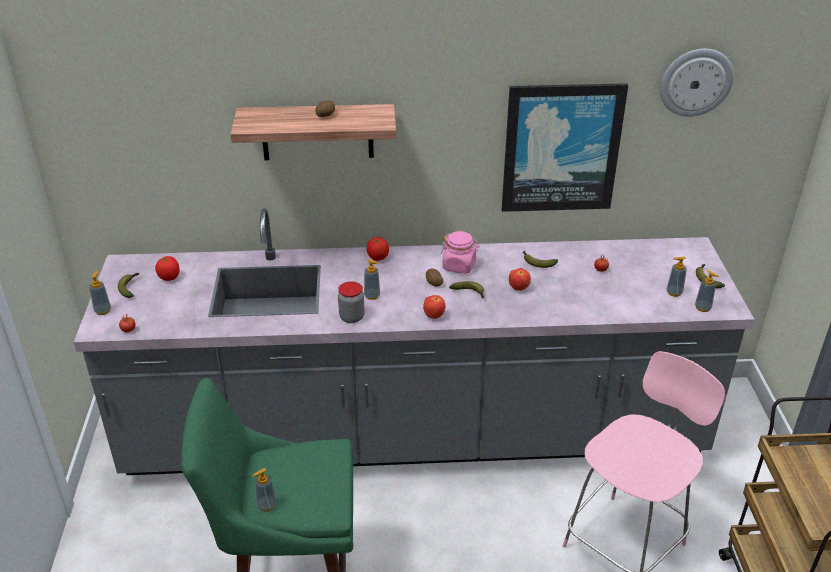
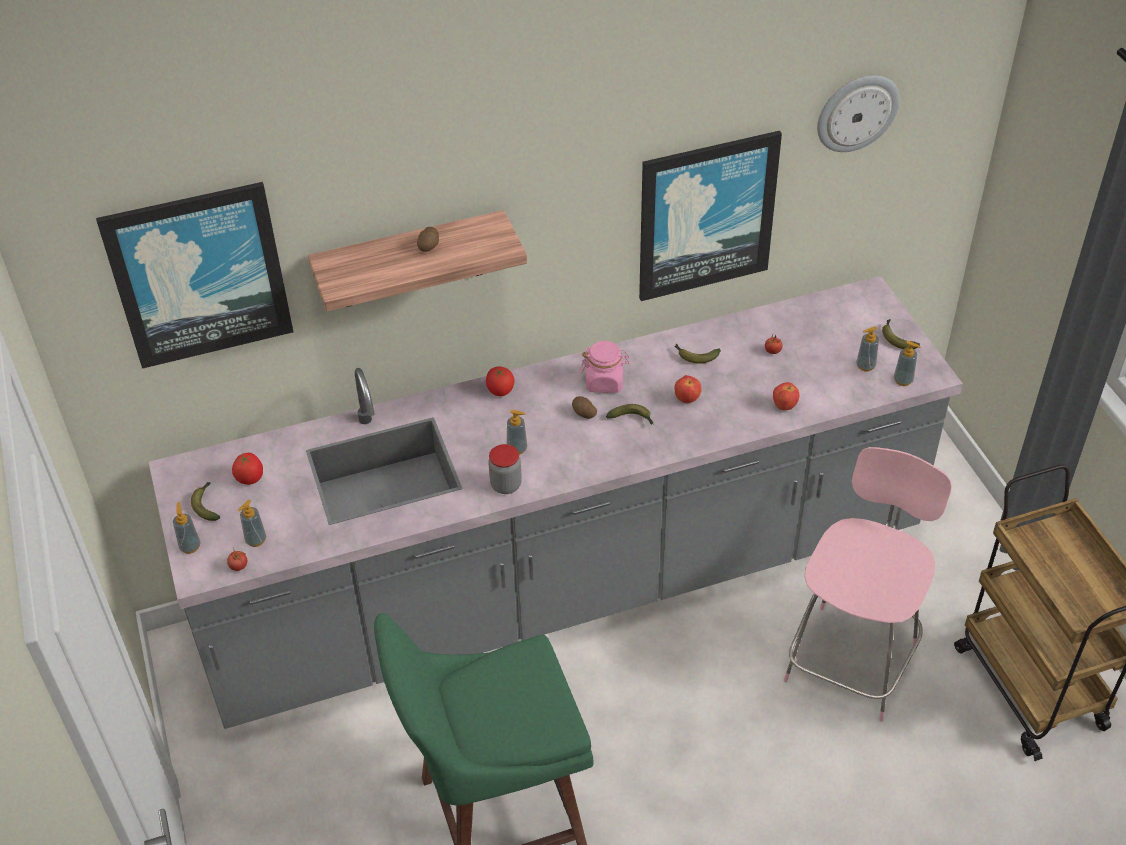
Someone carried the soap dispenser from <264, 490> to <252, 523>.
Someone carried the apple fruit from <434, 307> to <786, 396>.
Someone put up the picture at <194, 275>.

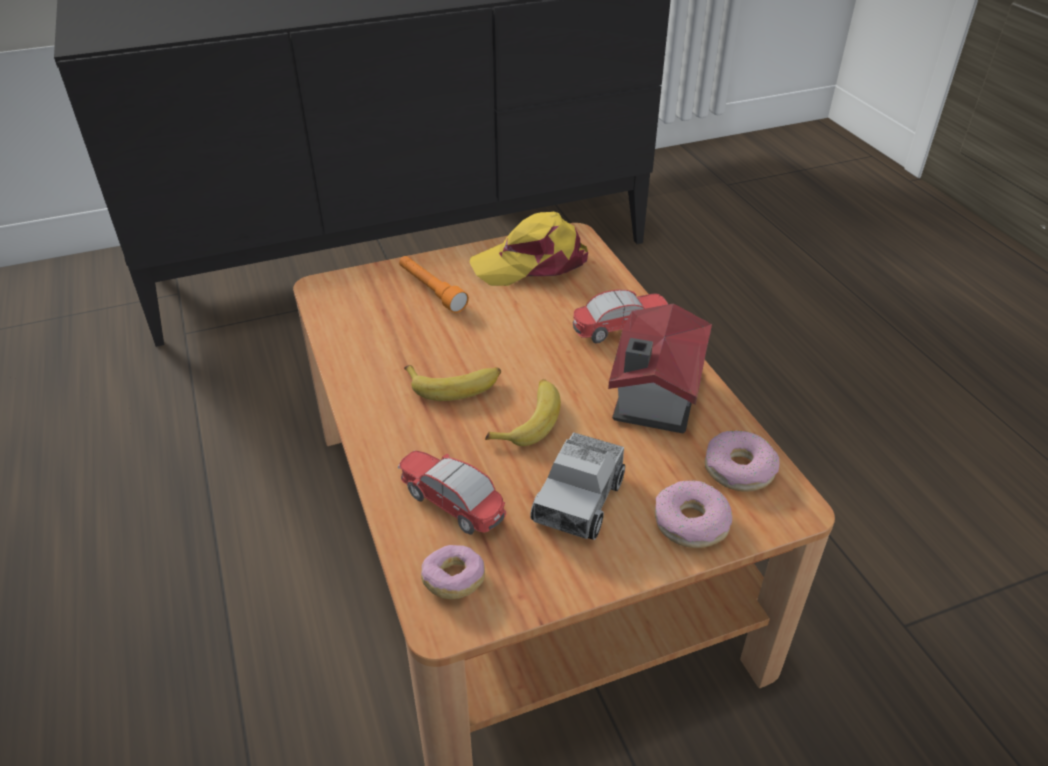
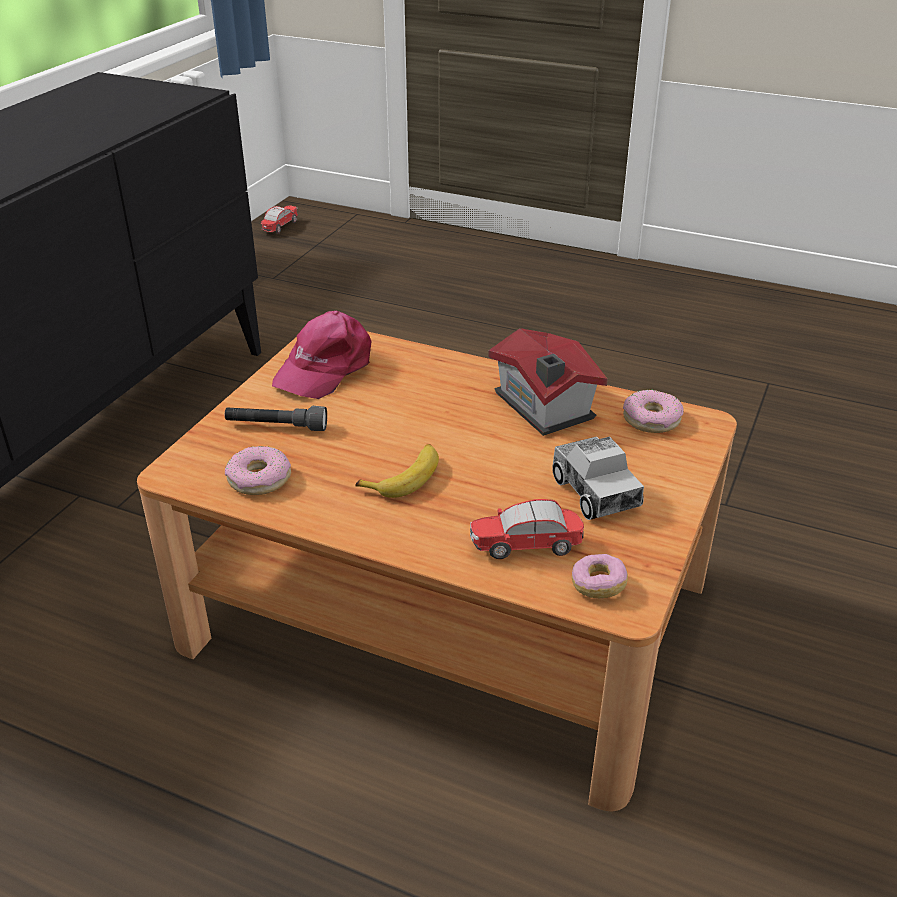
Someone repainted the orangey hand torch at <434, 284>, which became the greyish hand torch at <276, 418>.
Someone repainted the yellow peaked cap at <528, 249>, which became the pink-coloured peaked cap at <321, 355>.
Someone took away the whole banana at <523, 412>.
Someone carried the miniature car from <620, 316> to <279, 219>.
Someone carried the doughnut from <693, 514> to <258, 470>.

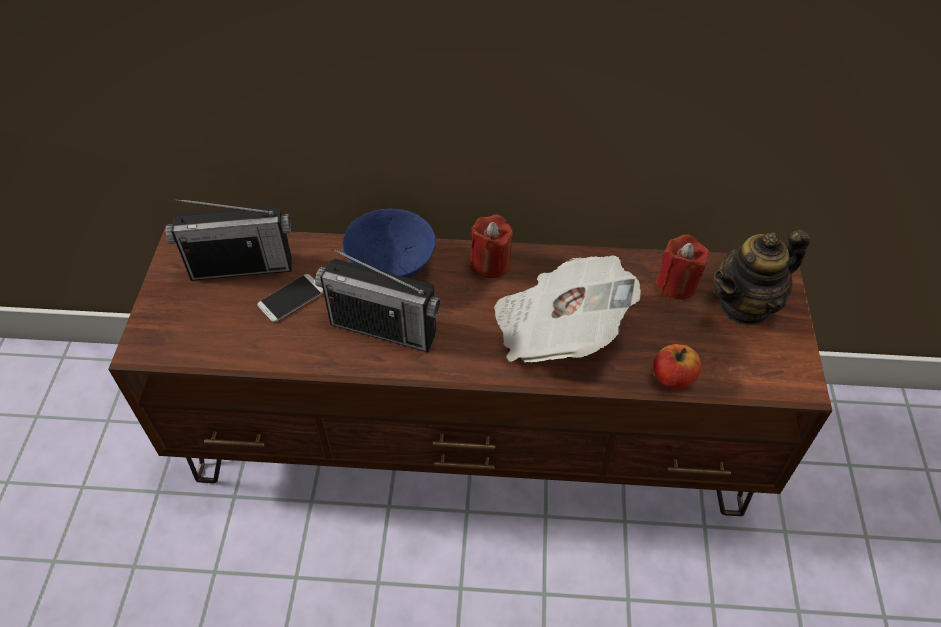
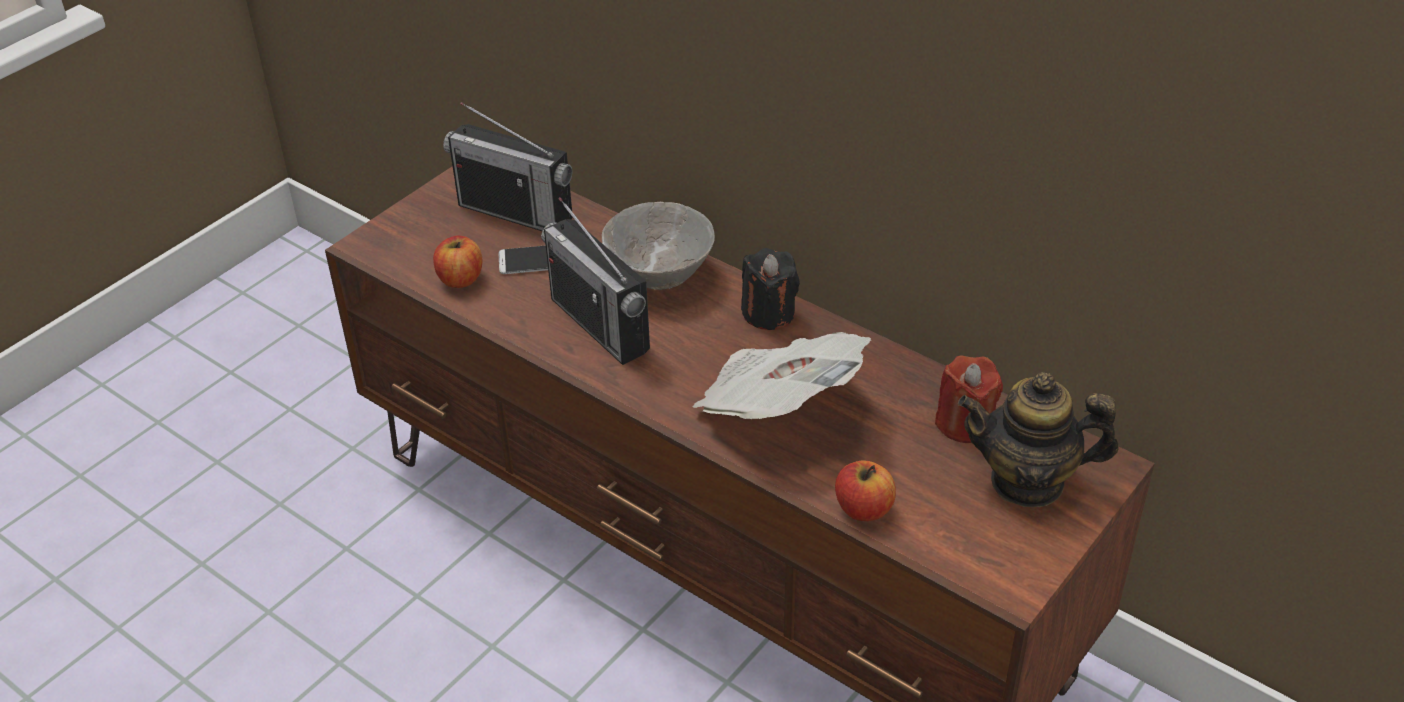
Someone repainted the blue-coloured serving bowl at <389, 243>, which became the greyish serving bowl at <658, 246>.
Someone repainted the reddish candle at <492, 246>, which became the black candle at <770, 289>.
Someone put down the apple fruit at <457, 262>.

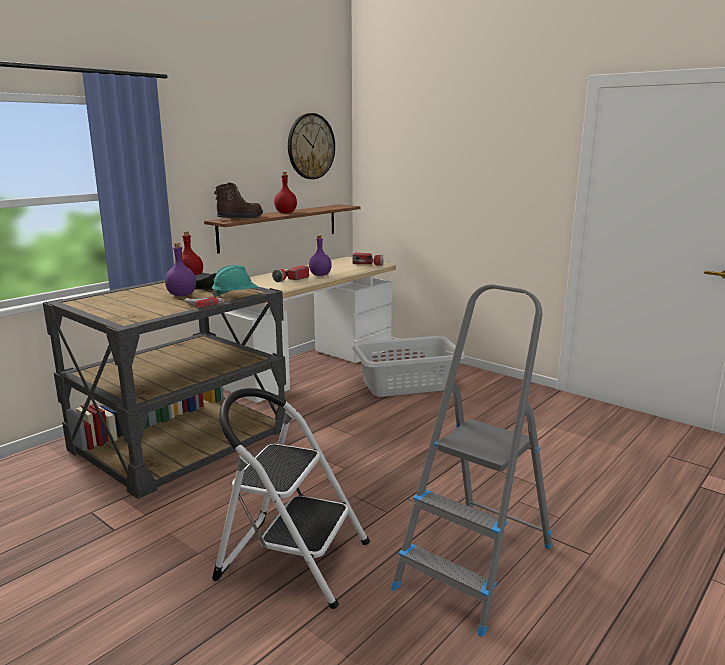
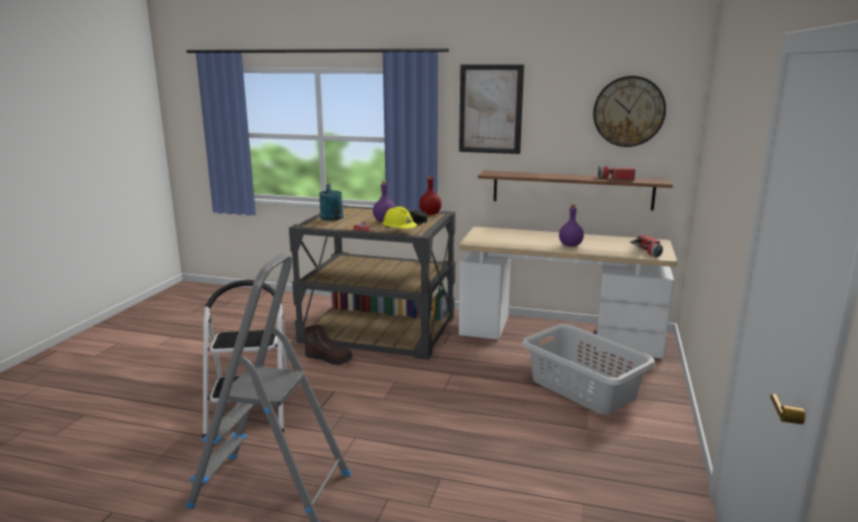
Someone repainted the turquoise hard hat at <234, 281>, which became the yellow hard hat at <400, 217>.
Someone carried the brown boot from <238, 200> to <328, 345>.
Someone carried the hand torch from <290, 273> to <616, 173>.
Someone took away the reddish bottle at <285, 192>.
Someone put down the turquoise watering pot at <331, 202>.
Someone put up the picture at <491, 109>.

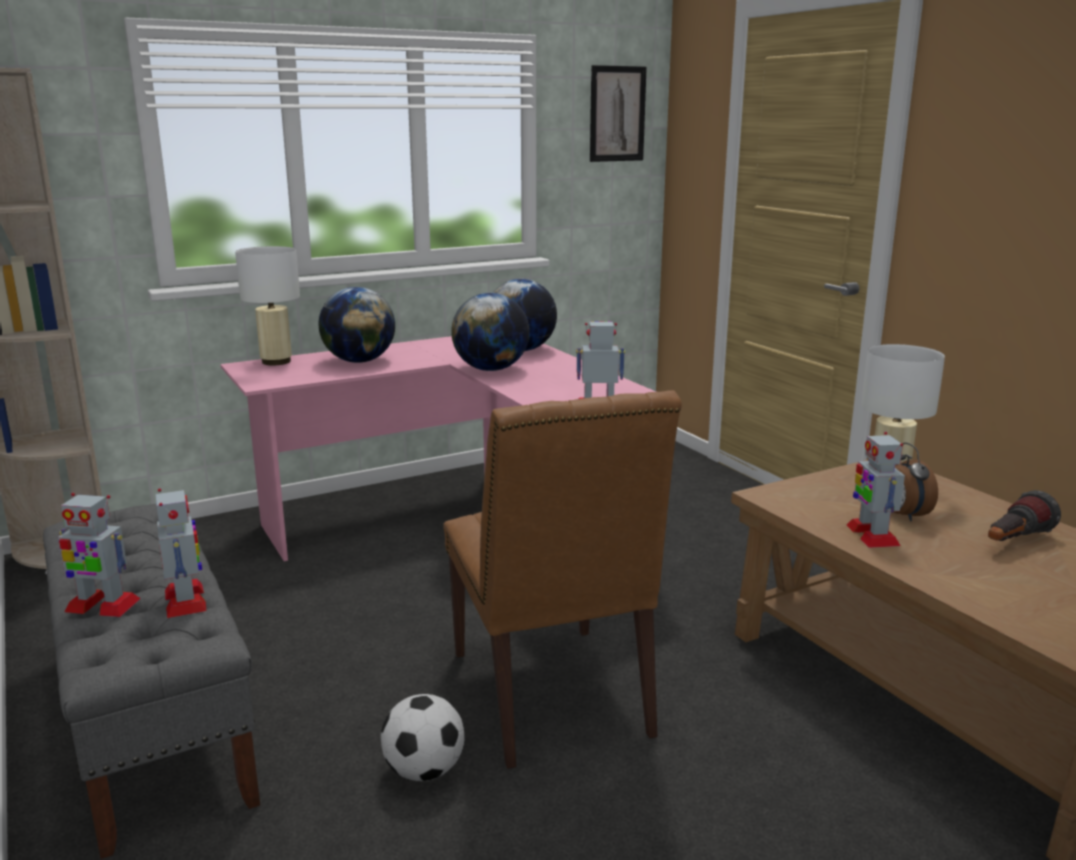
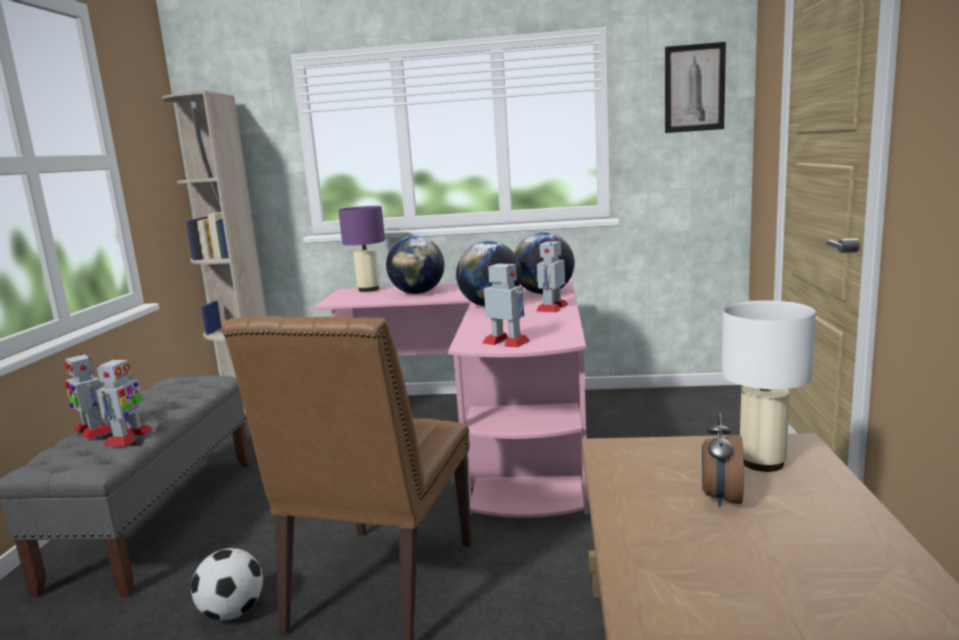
Someone repainted the white-coloured table lamp at <267, 305>, which became the purple table lamp at <362, 249>.
Someone carried the model robot from <875, 490> to <552, 276>.
Someone took away the hand torch at <1024, 515>.

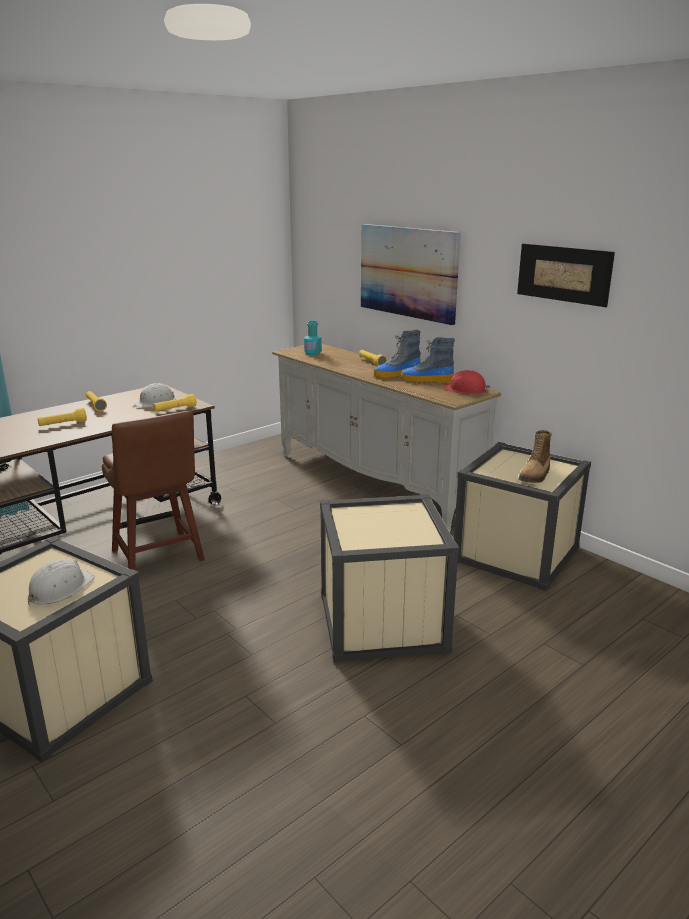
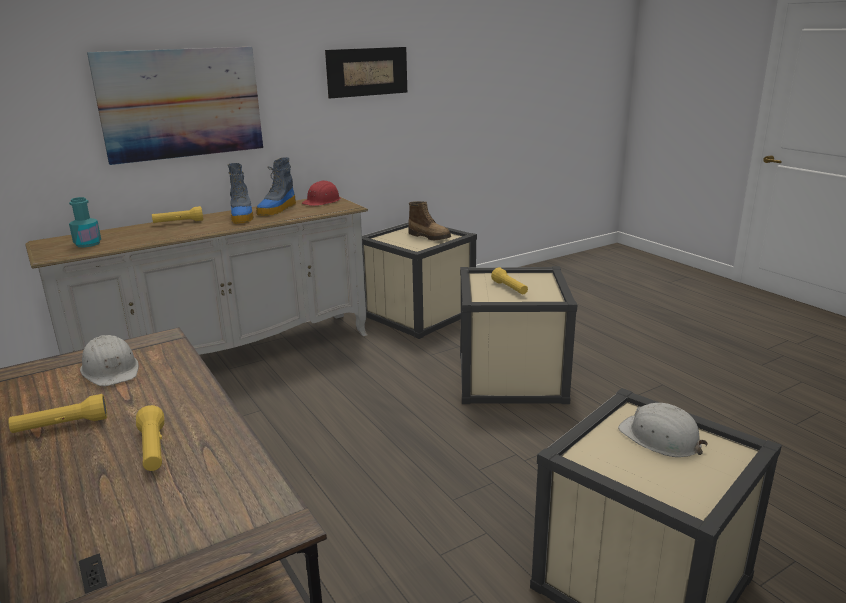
Someone took away the brown upright chair at <153, 490>.
Someone carried the yellow hand torch from <175, 402> to <509, 281>.

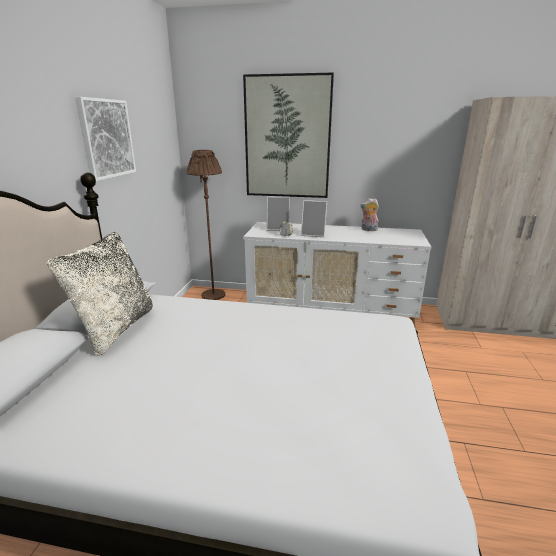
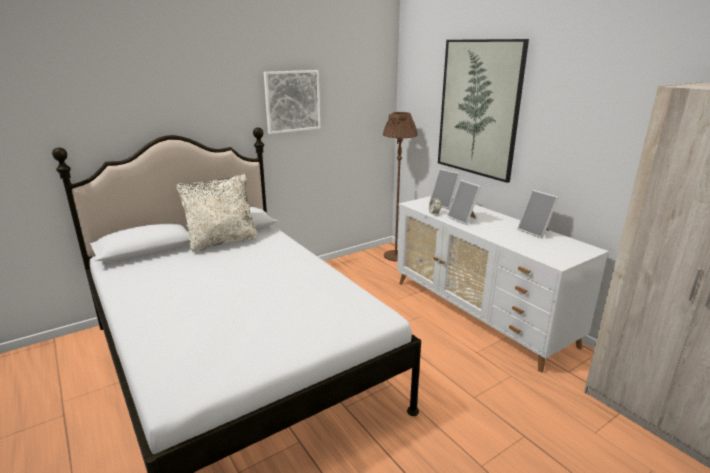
Someone swapped the plush toy at <369, 214> for the picture frame at <538, 214>.

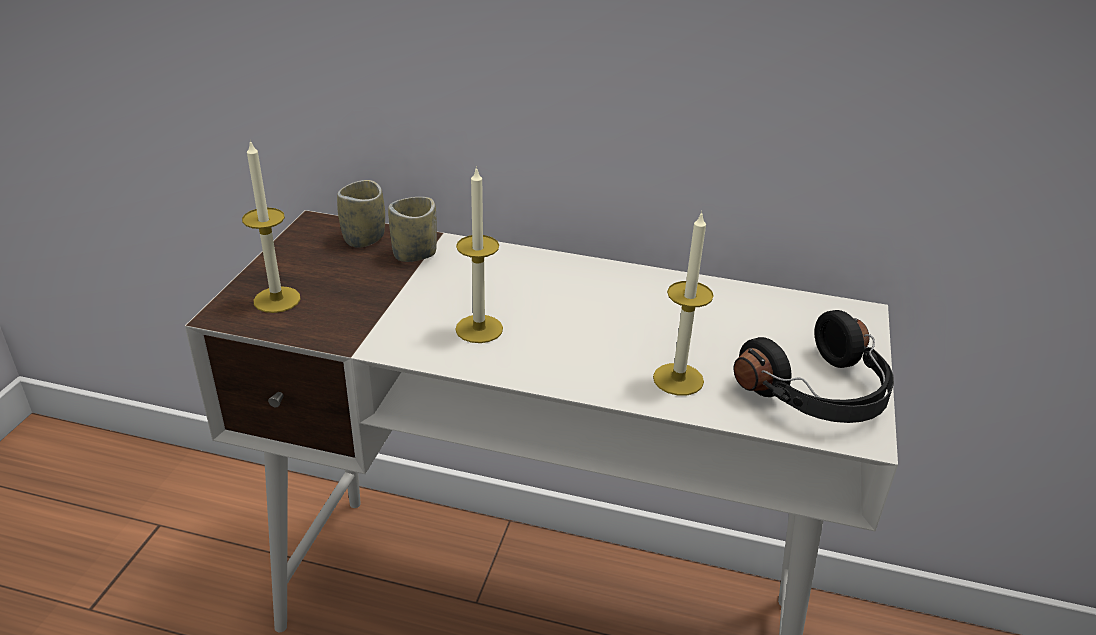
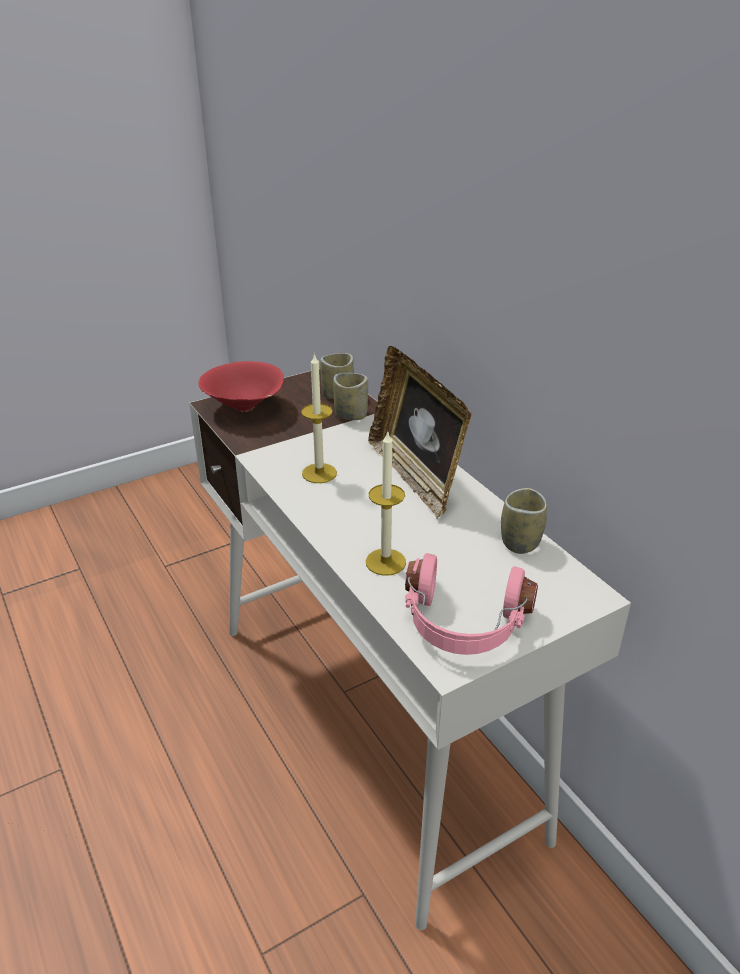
Someone swapped the candle at <271, 226> for the reddish serving bowl at <241, 386>.
Someone repainted the black pair of headphones at <814, 366>, which became the pink-coloured pair of headphones at <471, 604>.
Someone put down the picture frame at <419, 432>.
Someone put down the drinking cup at <524, 521>.

